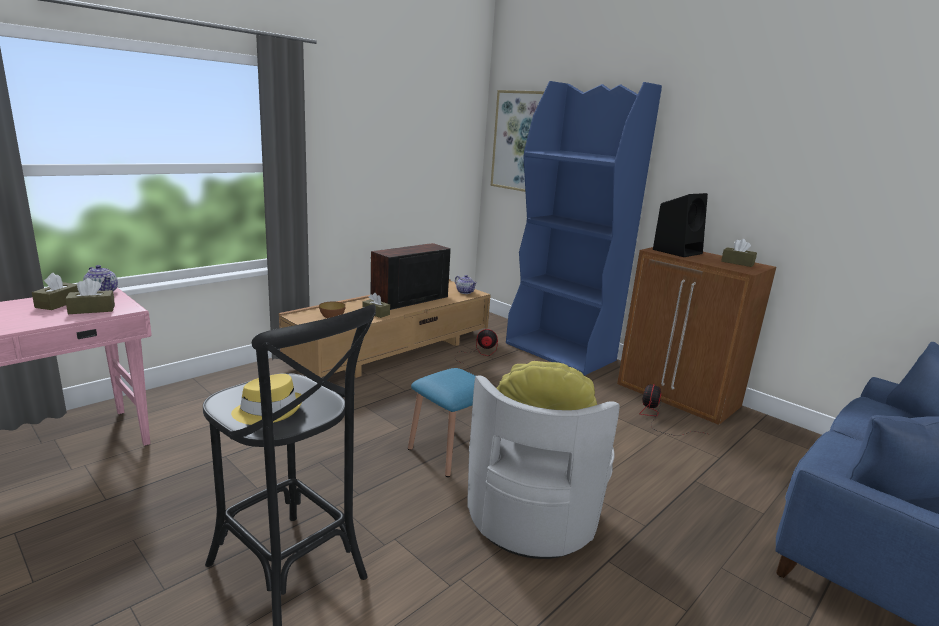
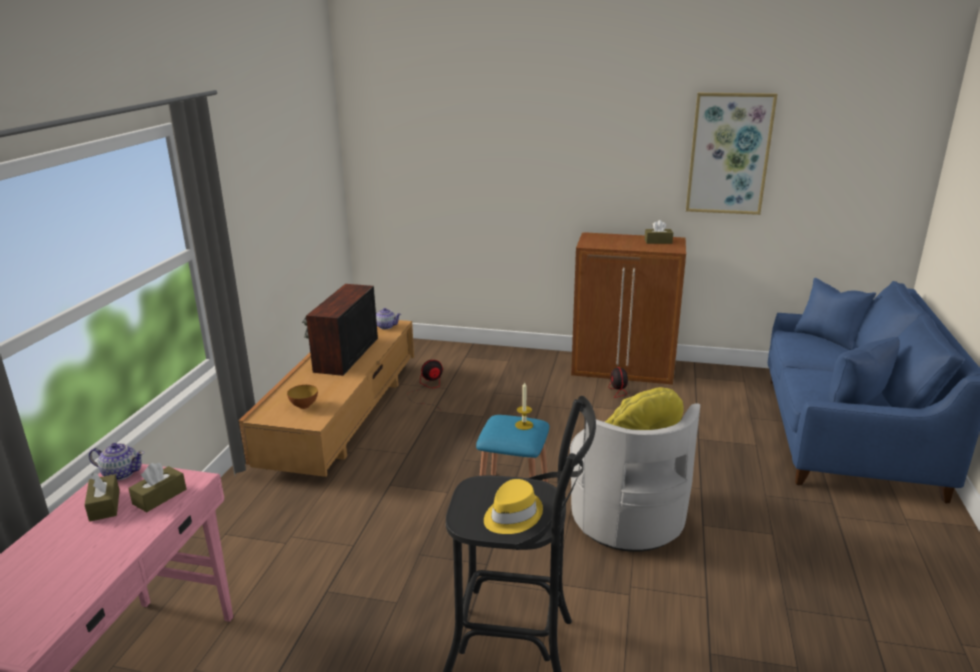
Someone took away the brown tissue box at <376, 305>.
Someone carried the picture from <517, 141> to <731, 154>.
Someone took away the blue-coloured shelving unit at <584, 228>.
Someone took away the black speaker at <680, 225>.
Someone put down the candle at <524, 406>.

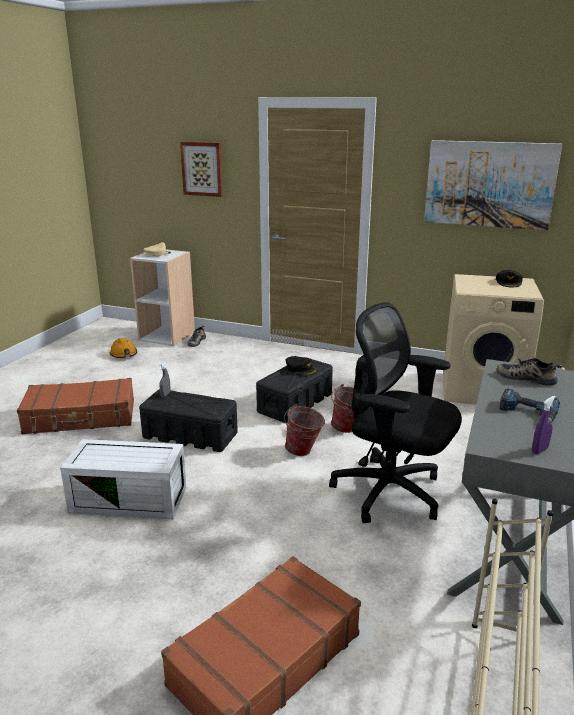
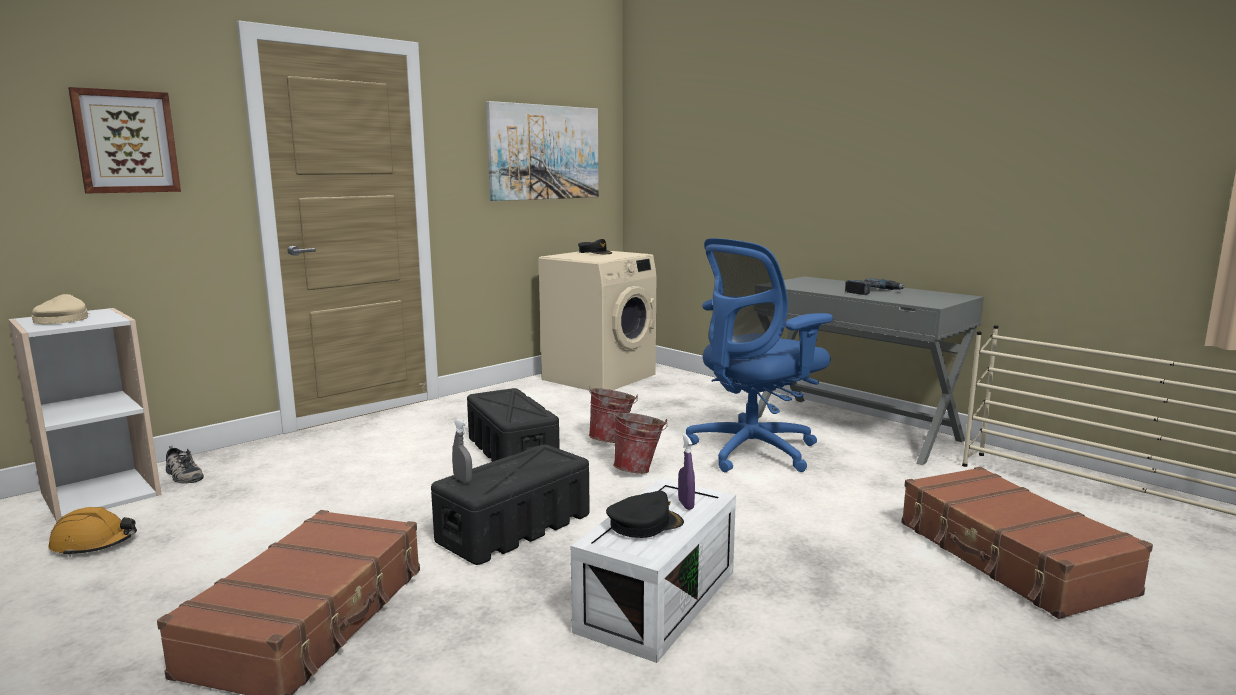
Someone carried the black peaked cap from <301, 365> to <645, 514>.
Someone repainted the black office chair at <395, 412>, which became the blue-coloured office chair at <759, 355>.
Someone took away the low shoe at <530, 372>.
Someone carried the purple hand sprayer from <544, 425> to <686, 471>.

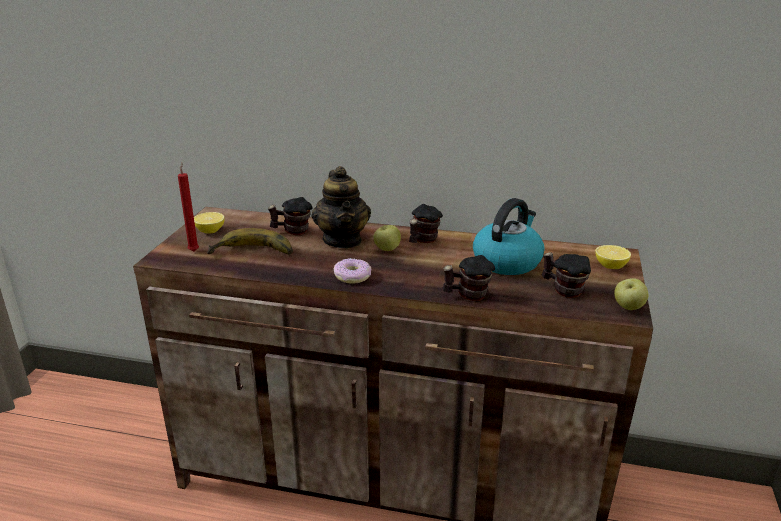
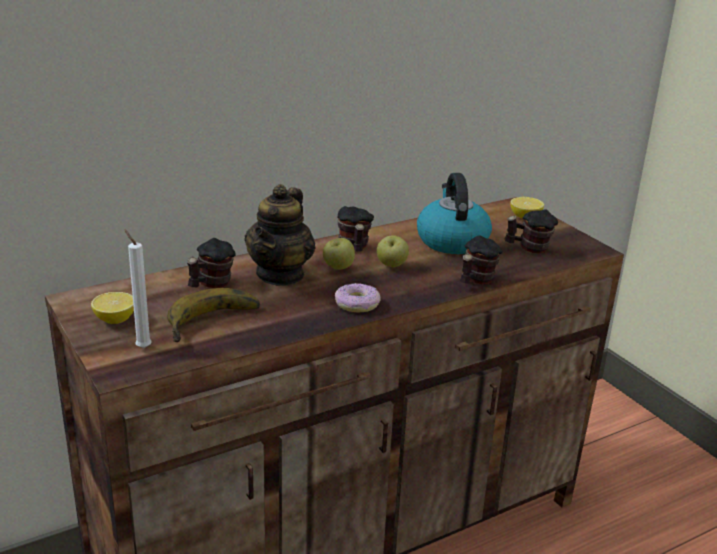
Someone repainted the reddish candle at <188, 207>, which became the white-coloured candle at <138, 288>.
Someone rotated the pot for tea at <341, 207> by 75 degrees clockwise.
Someone carried the apple fruit from <631, 294> to <393, 251>.

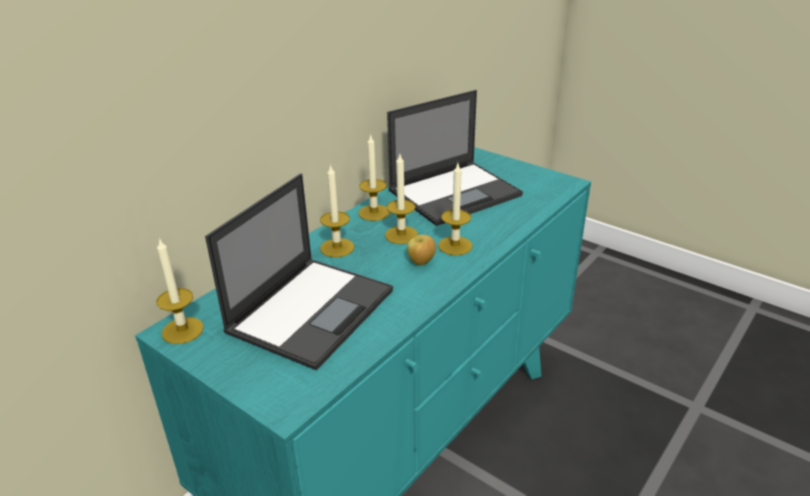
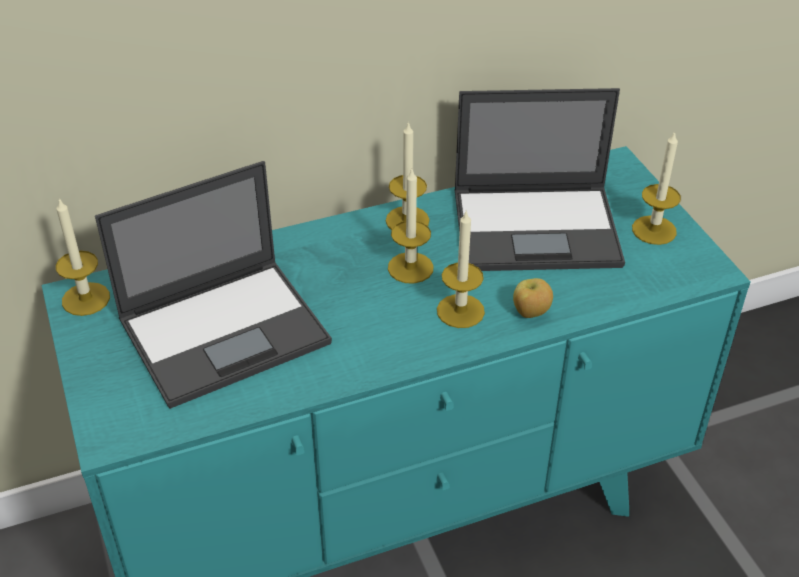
Someone carried the candle from <337, 210> to <656, 188>.
Someone carried the apple fruit from <421, 250> to <533, 298>.

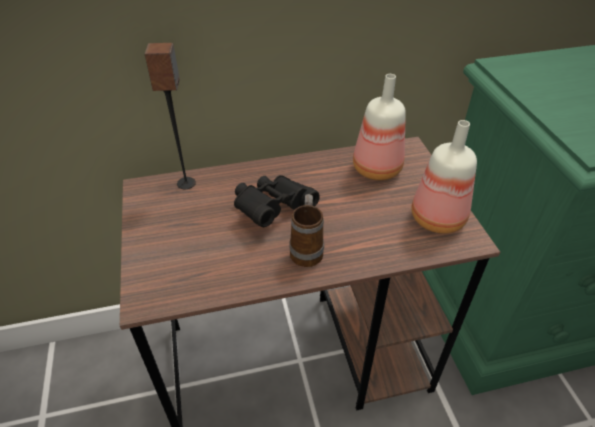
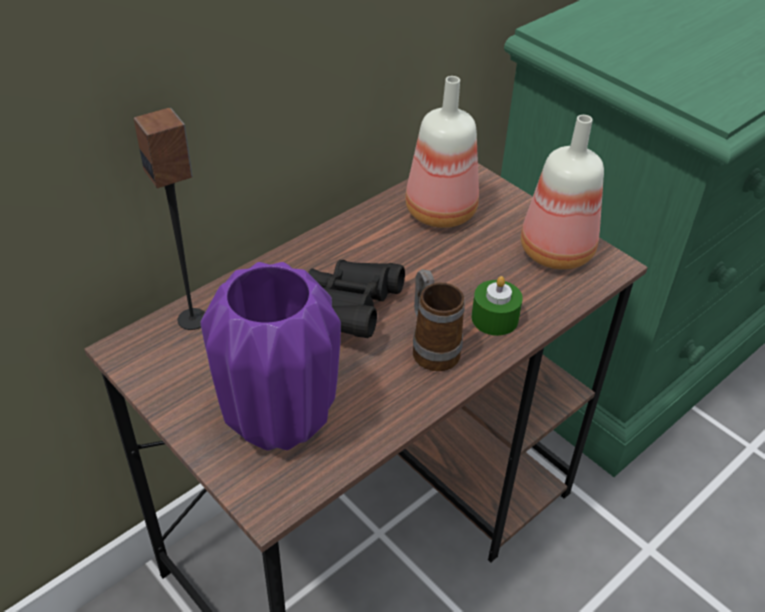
Someone put down the purple flower vase at <271, 356>.
Someone put down the green candle at <497, 306>.

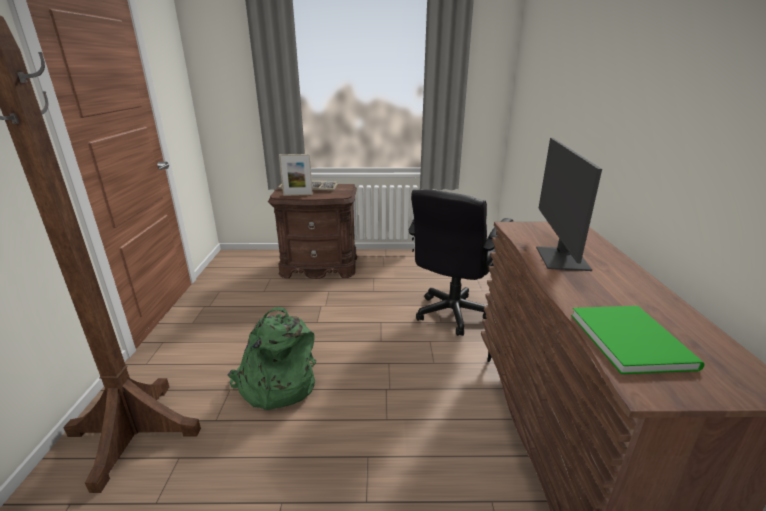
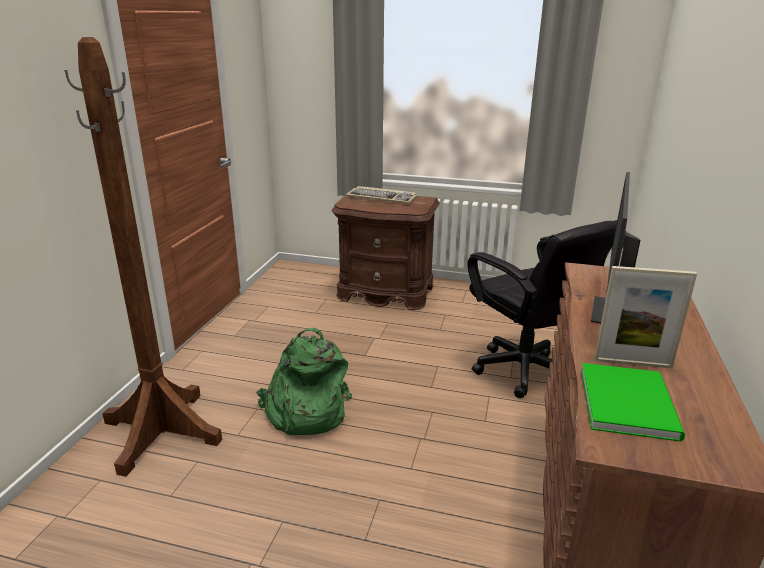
Someone carried the picture frame from <296, 175> to <645, 317>.
Someone rotated the black office chair at <461, 262> by 75 degrees counterclockwise.

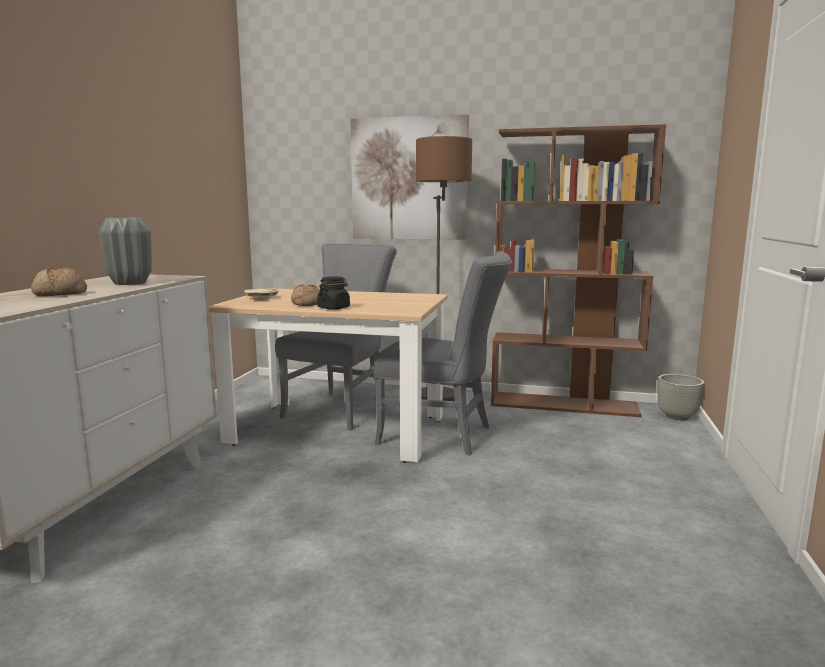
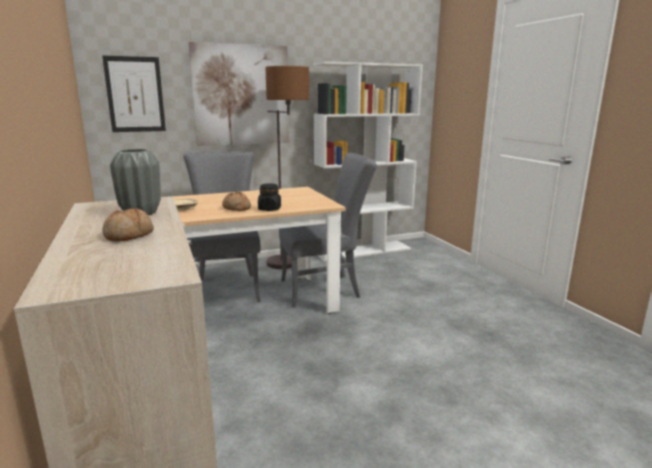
Someone repainted the brown shelving unit at <578, 270>, which became the white-coloured shelving unit at <368, 161>.
Someone took away the greyish planter at <680, 397>.
Someone put up the picture at <134, 94>.

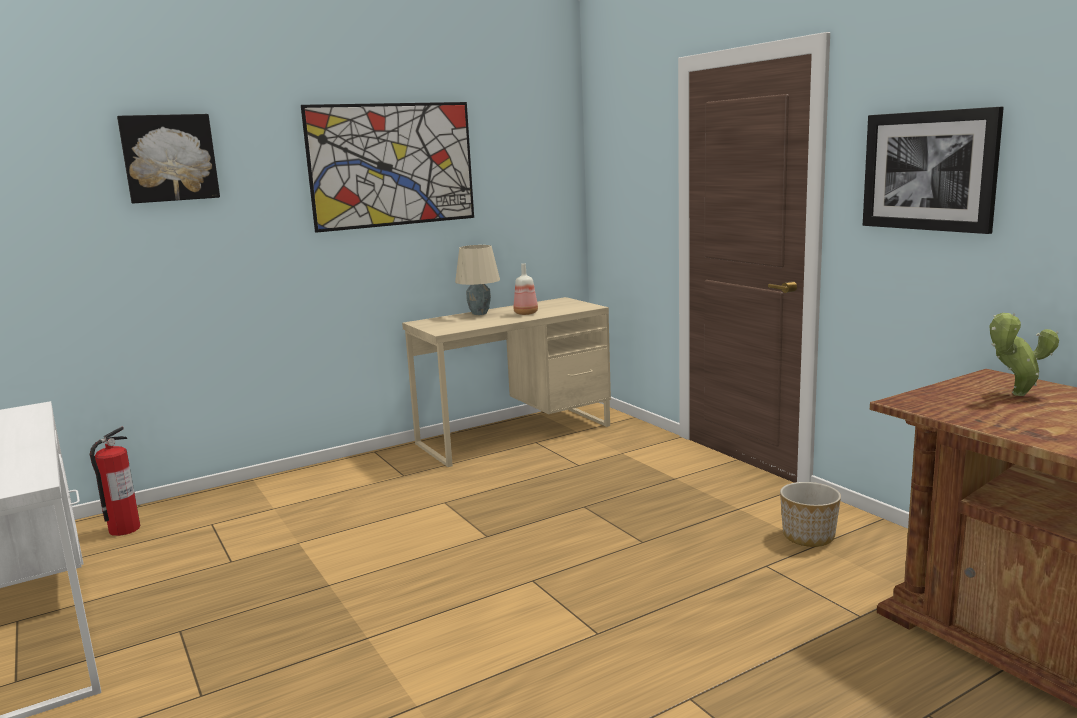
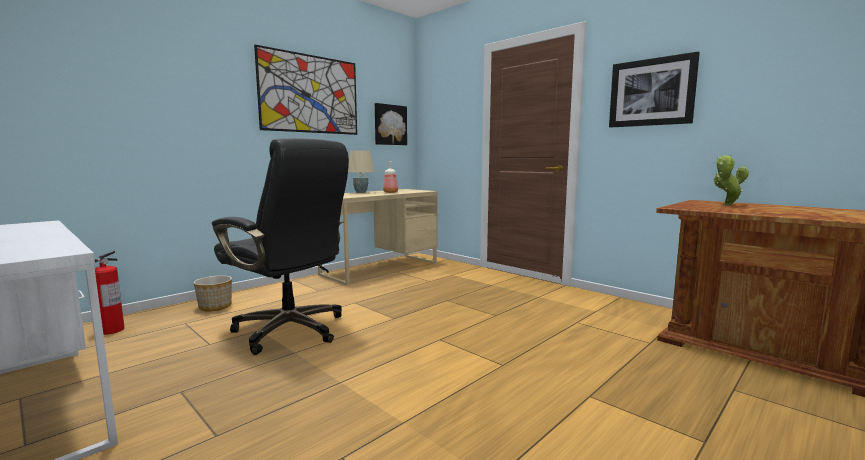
Someone carried the picture from <168, 158> to <391, 124>.
Someone carried the planter from <810, 514> to <213, 293>.
Someone put down the black office chair at <280, 246>.

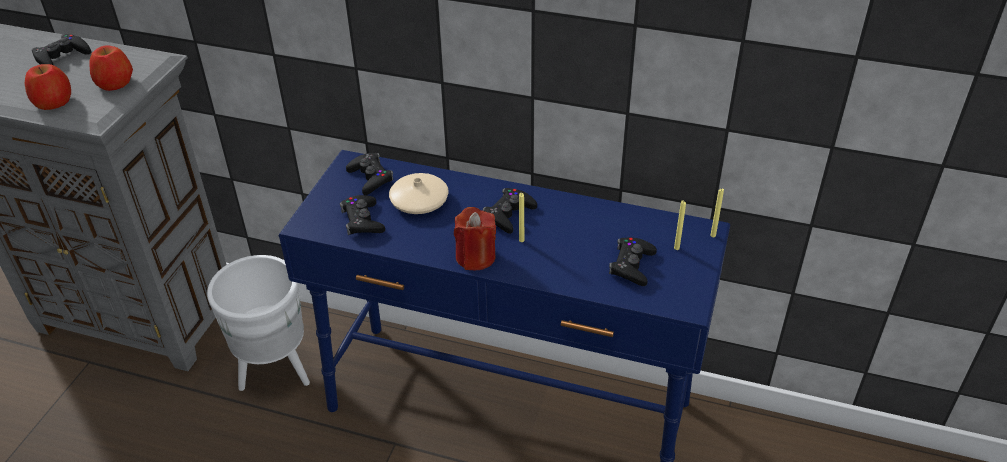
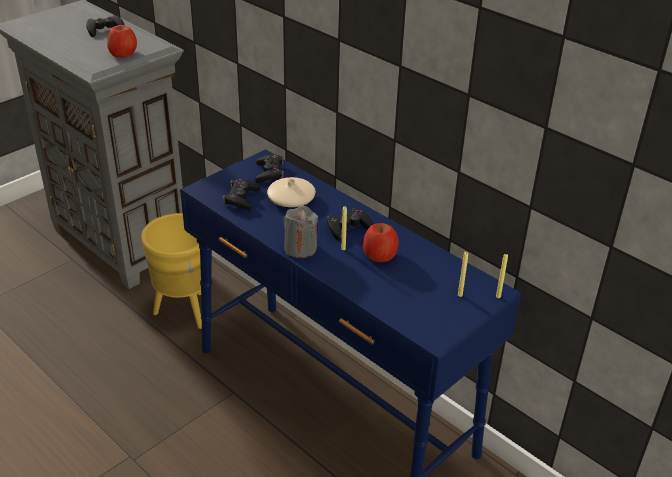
Someone carried the apple fruit from <48, 87> to <381, 242>.
Someone repainted the white-coloured planter at <258, 323>, which became the yellow planter at <171, 271>.
Someone repainted the reddish candle at <475, 238>, which became the greyish candle at <301, 232>.
Someone took away the black gamepad at <633, 261>.

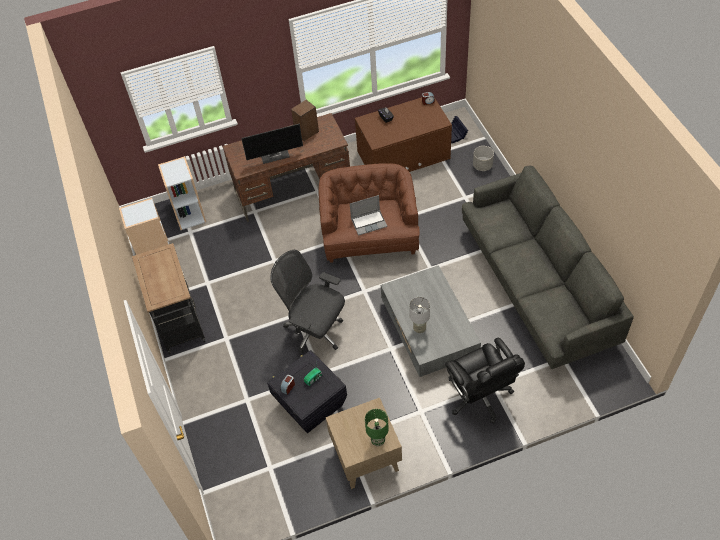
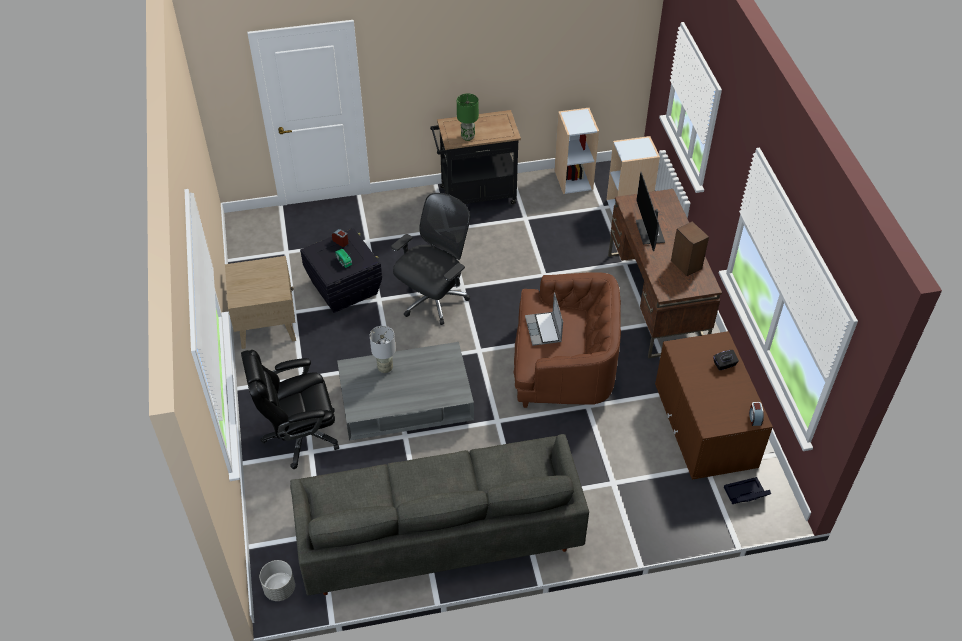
Someone carried the green table lamp from <377, 428> to <468, 117>.
Someone carried the greyish planter from <483, 158> to <277, 580>.

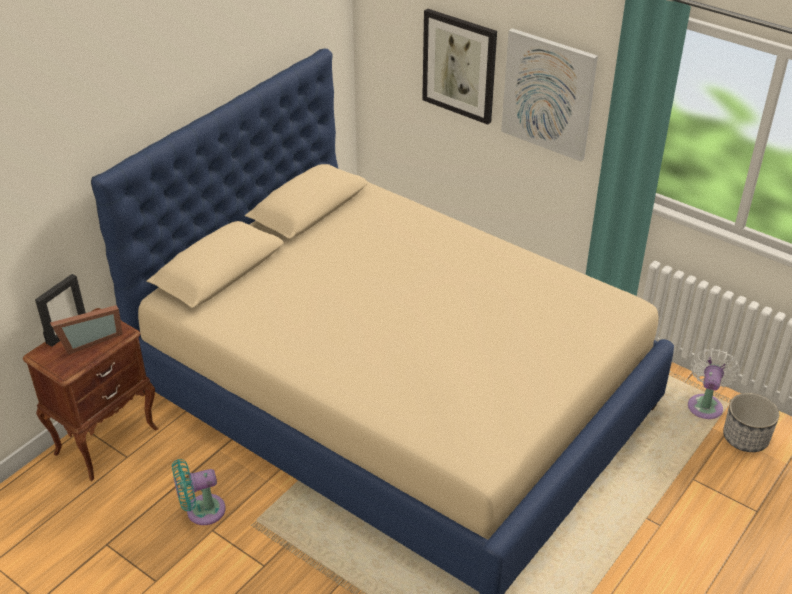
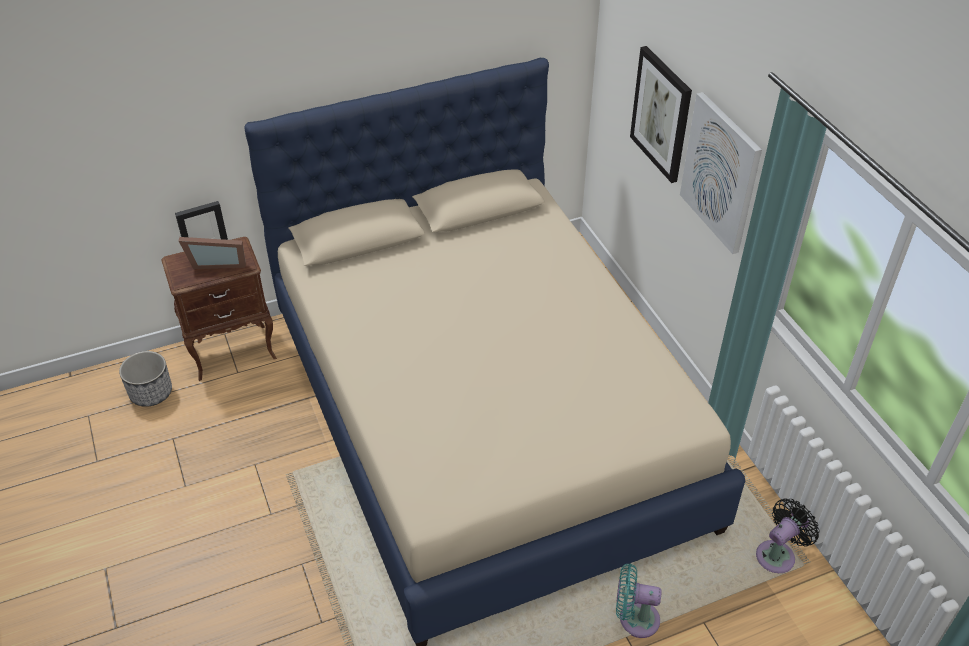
Someone carried the turquoise electric fan from <199, 492> to <638, 600>.
Someone repainted the white-coloured electric fan at <714, 383>, which became the black electric fan at <788, 535>.
Someone carried the planter from <751, 422> to <145, 379>.

